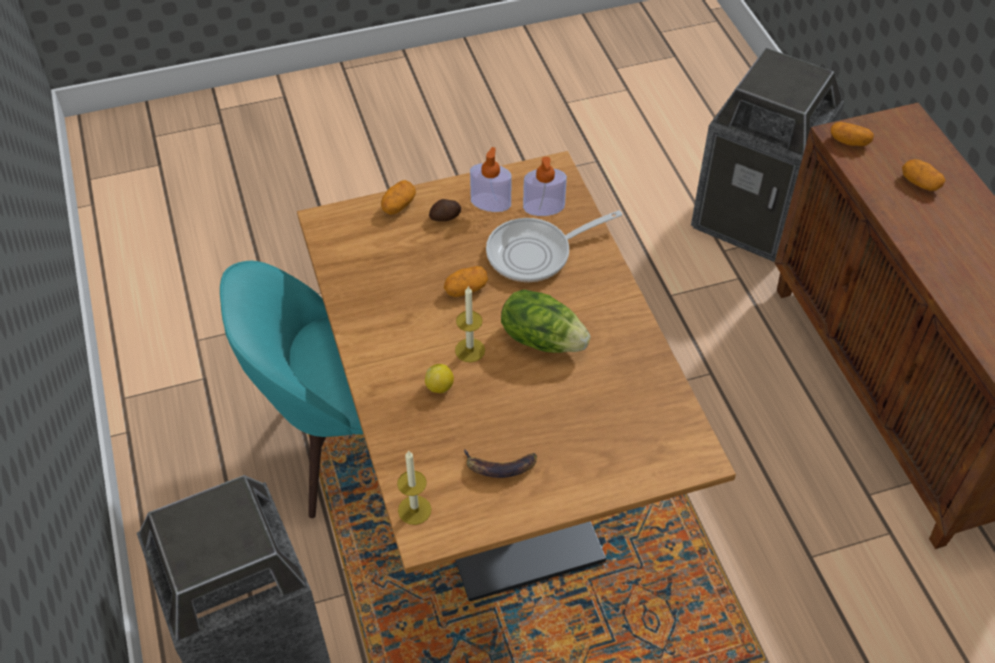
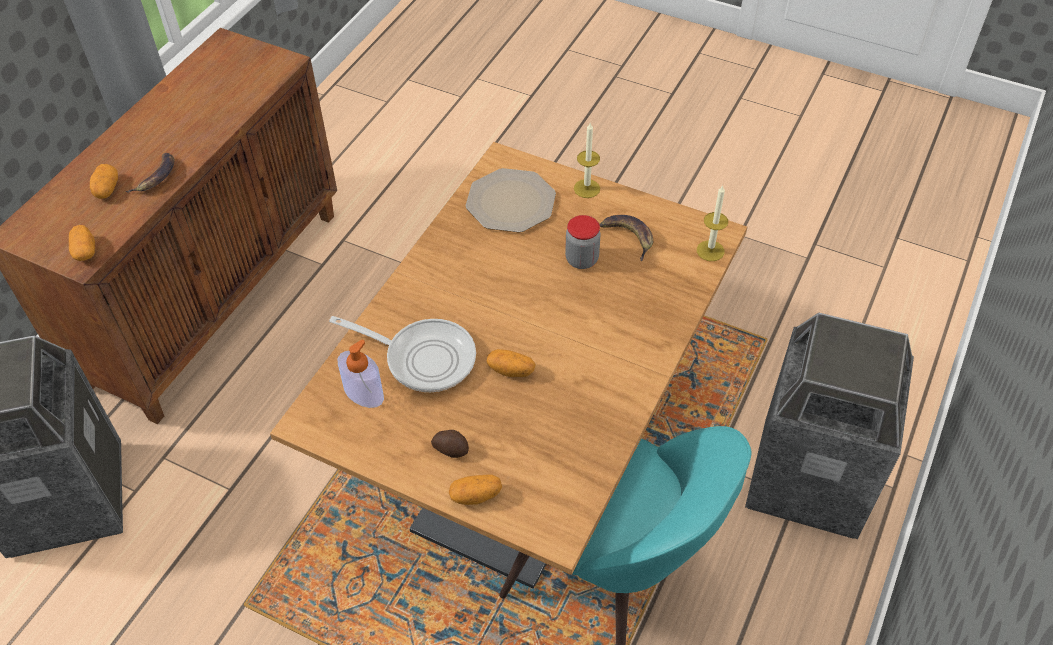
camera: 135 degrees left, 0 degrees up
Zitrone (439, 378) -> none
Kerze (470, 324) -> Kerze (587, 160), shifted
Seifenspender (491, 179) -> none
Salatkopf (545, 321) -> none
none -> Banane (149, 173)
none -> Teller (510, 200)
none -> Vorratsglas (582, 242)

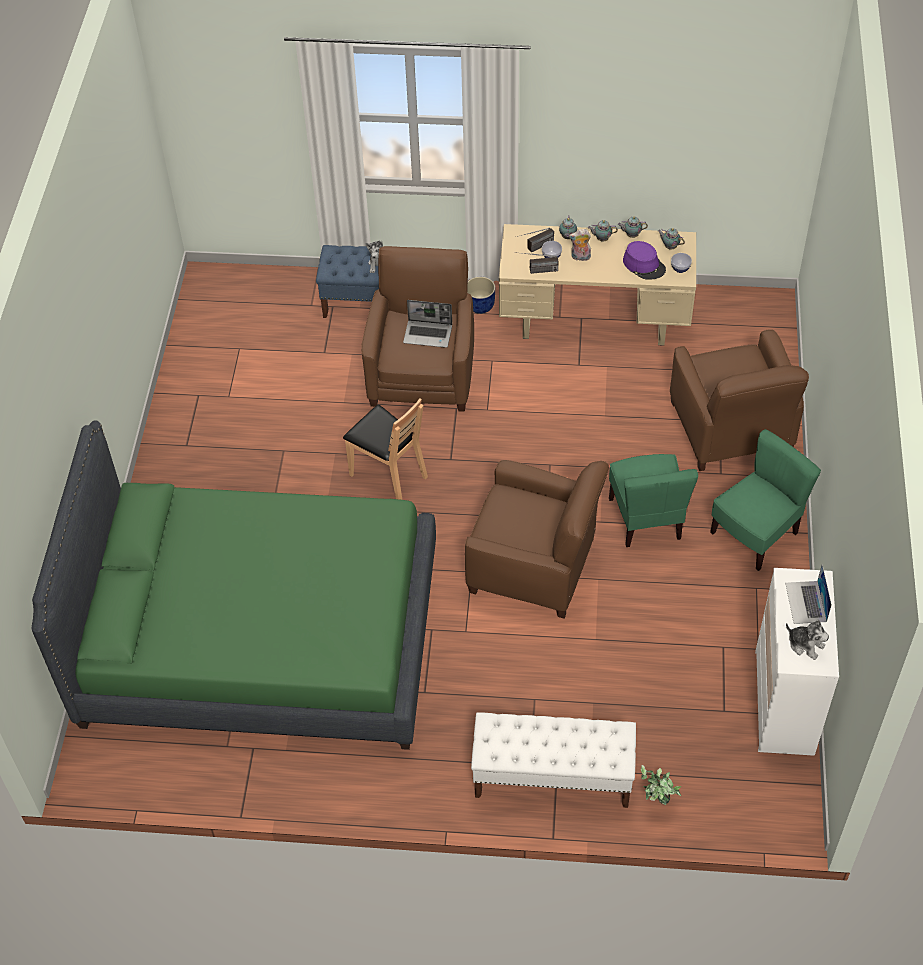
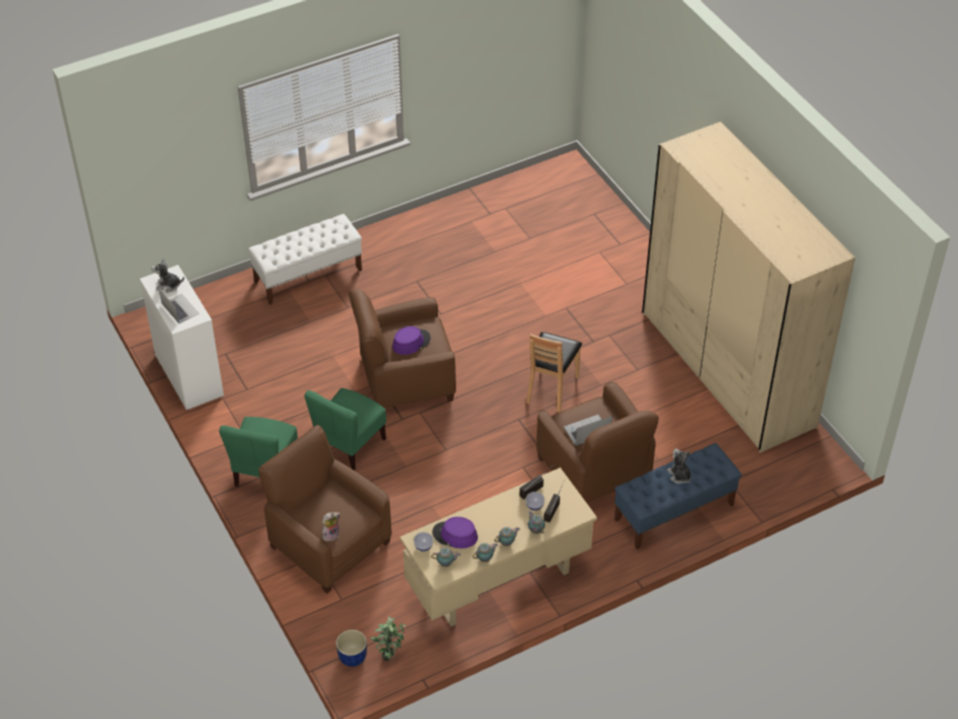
camera: 145 degrees right, 5 degrees down
Bett (grün) (234, 585) -> none
Stuhl (braun) (385, 449) -> Stuhl (braun) (554, 372), 75 degrees counterclockwise
Pflanzkübel (blau) (481, 295) -> Pflanzkübel (blau) (351, 648), shifted
Plüschtier (580, 245) -> Plüschtier (331, 526), shifted
Stuhl (grün) (653, 500) -> Stuhl (grün) (345, 429), 105 degrees counterclockwise
Topfpflanze (661, 785) -> Topfpflanze (388, 638), shifted
none -> Hut (lila) (411, 340)
none -> Kleiderschrank (beige) (748, 287)

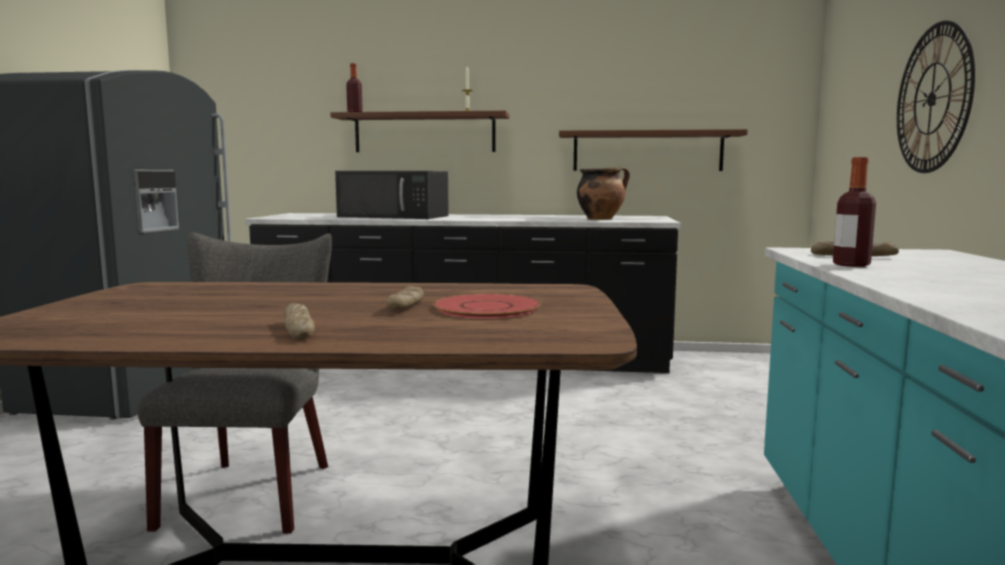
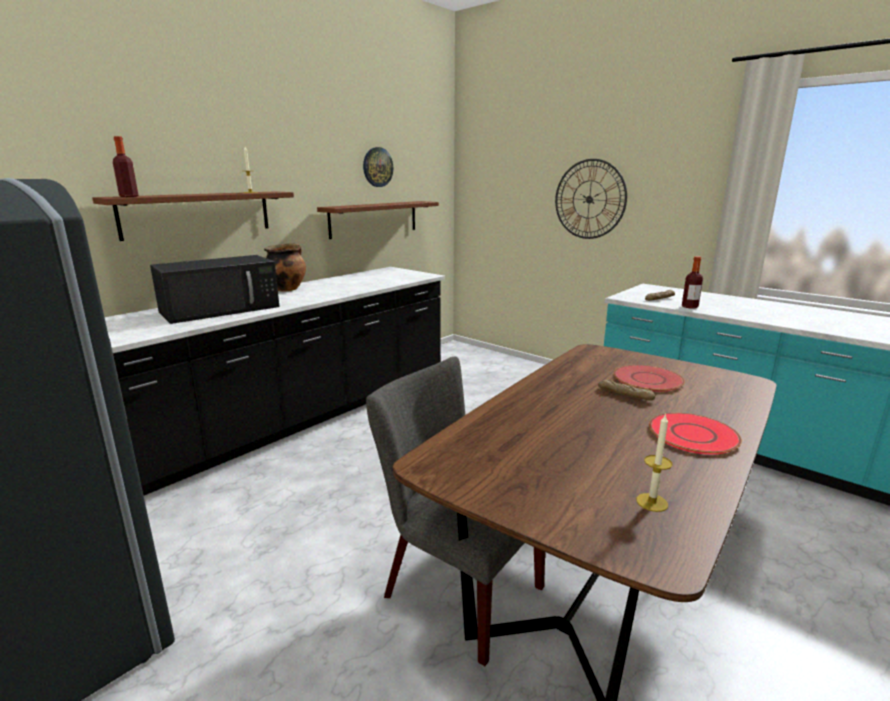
camera: 55 degrees left, 10 degrees up
Brot (299, 321) -> Teller (rot) (695, 434)
Kochtopf (603, 193) -> Kochtopf (285, 267), shifted
none -> Wanduhr (378, 167)
none -> Kerze (654, 462)

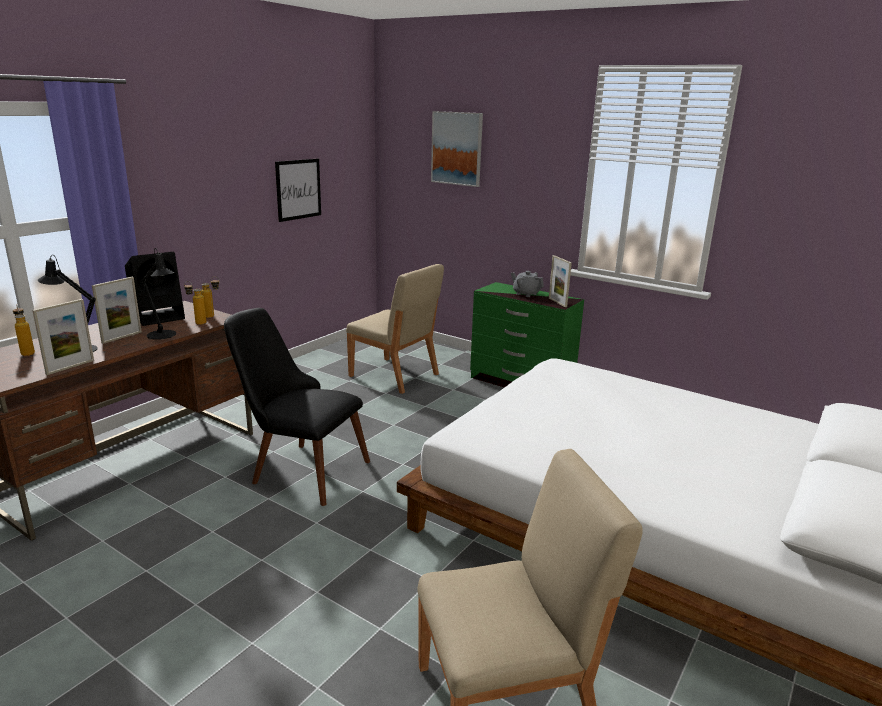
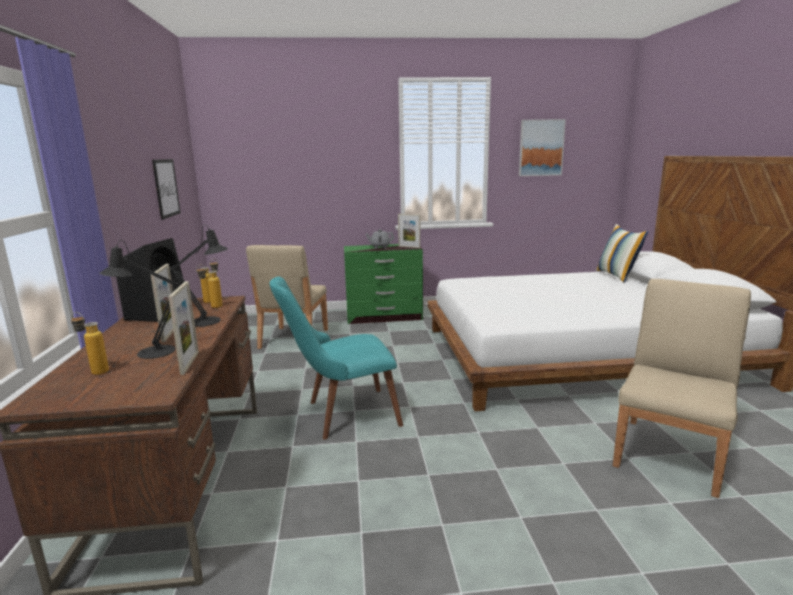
camera: 40 degrees left, 5 degrees down
Stuhl (schwarz) (297, 407) -> Stuhl (türkis) (336, 358)
Stuhl (beige) (395, 329) -> Stuhl (beige) (287, 297), 105 degrees clockwise
Bild (457, 149) -> Bild (542, 147), shifted
none -> Kissen (622, 253)

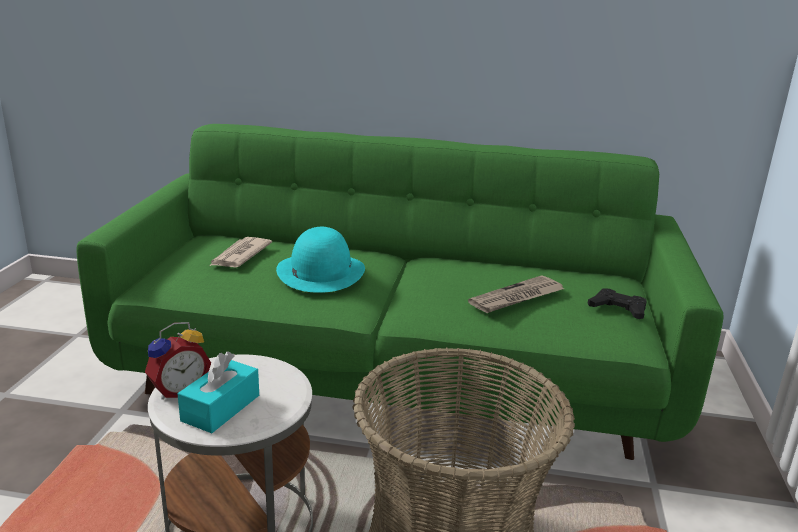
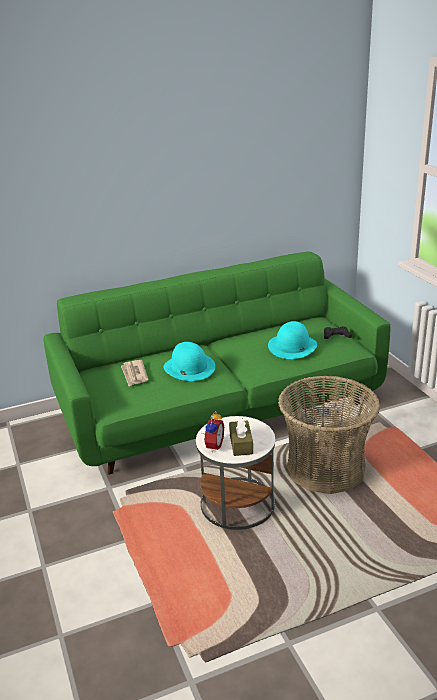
camera: 30 degrees left, 5 degrees up
Taschentuchbox (türkis) (218, 392) -> Taschentuchbox (braun) (241, 436)
Zeitung (516, 294) -> Hut (türkis) (292, 340)

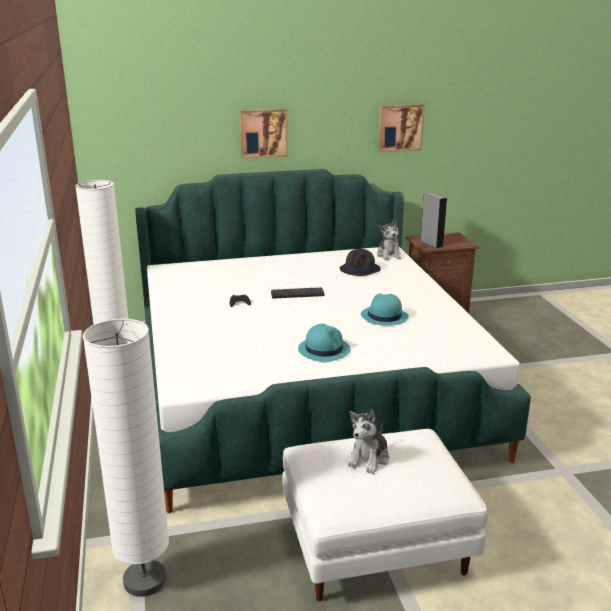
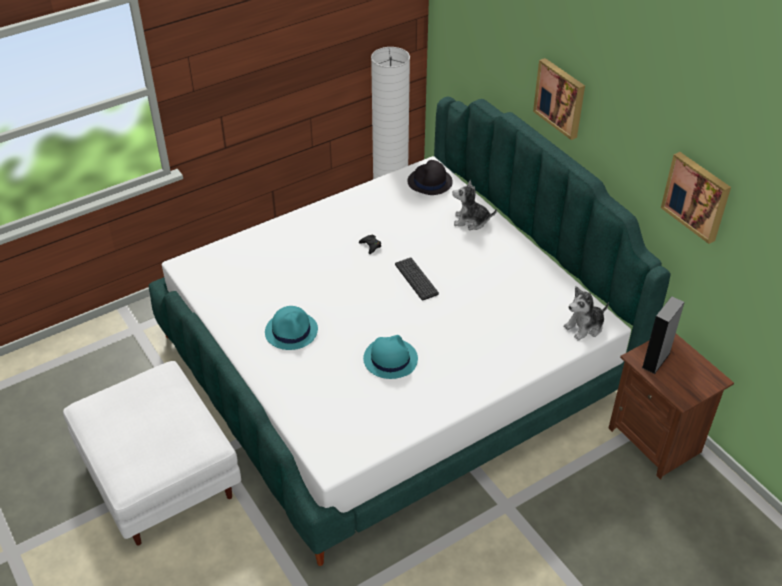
camera: 70 degrees right, 20 degrees up
Stehlampe (weiß) (126, 458) -> none
Hut (schwarz) (360, 262) -> Hut (schwarz) (430, 177), shifted
Plüschtier (368, 442) -> Plüschtier (474, 205), shifted

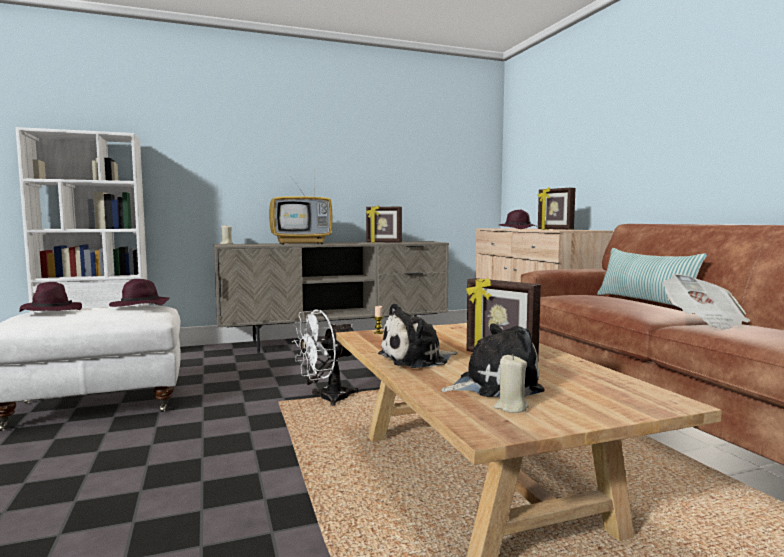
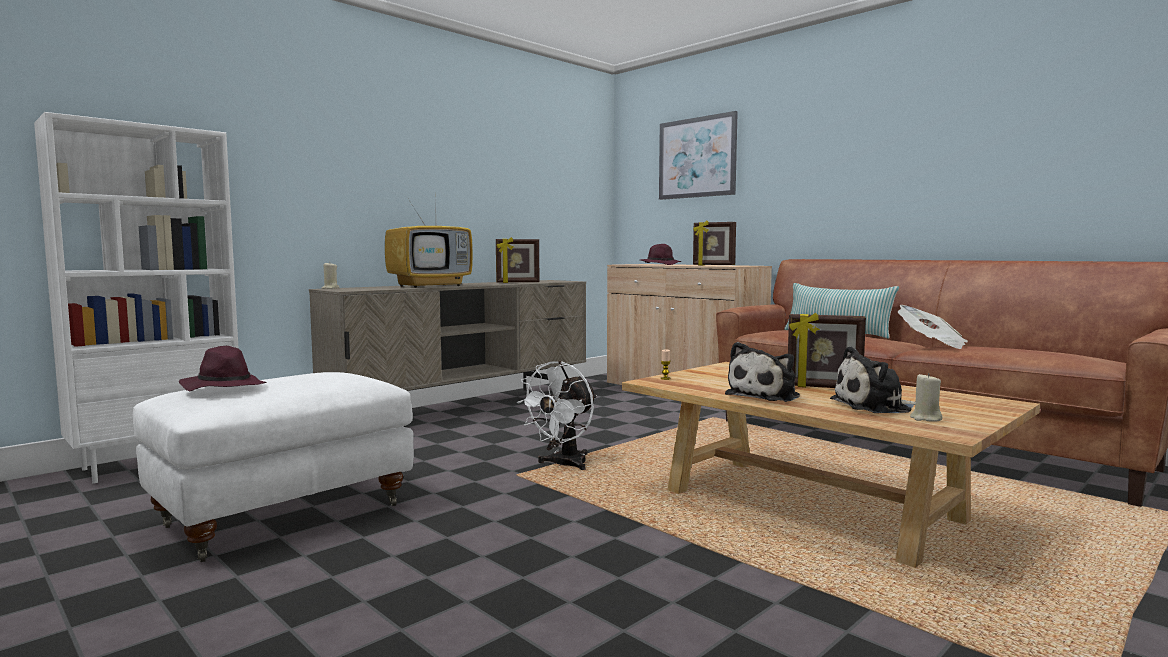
camera: 25 degrees left, 0 degrees up
Hut (lila) (139, 293) -> none
Plüschtier (492, 360) -> Plüschtier (873, 379), 150 degrees counterclockwise
none -> Bild (698, 155)

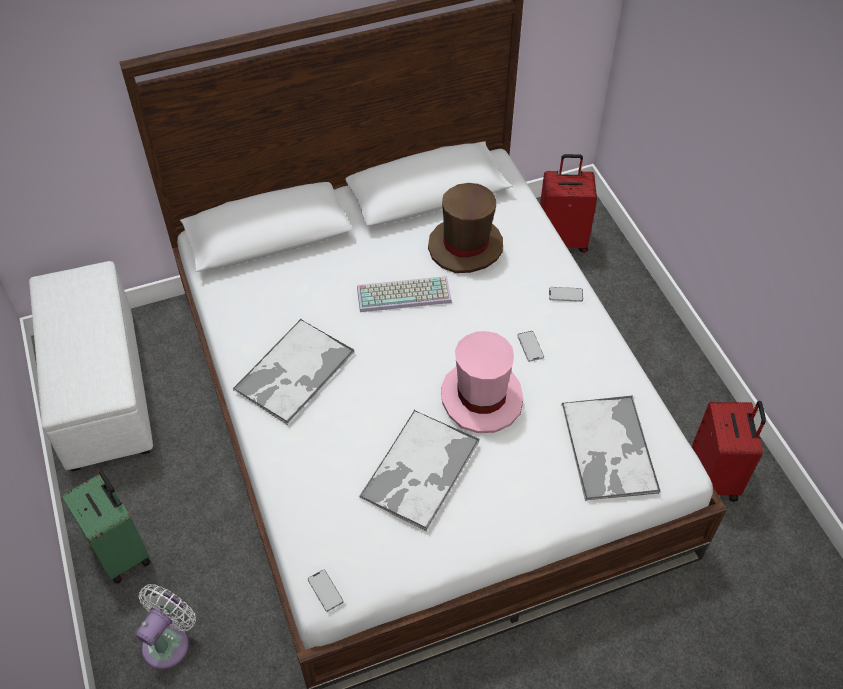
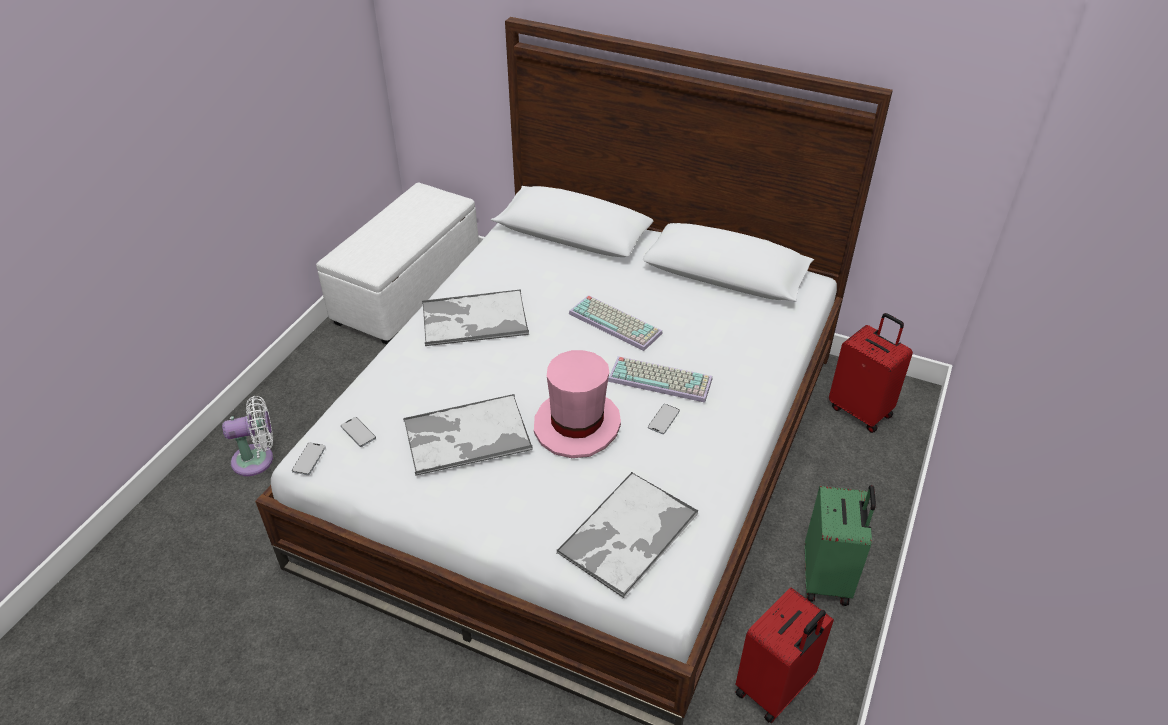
camera: 45 degrees right, 10 degrees down
Koffer (grün) (106, 527) -> Koffer (grün) (840, 545), shifted
Hut (braun) (465, 228) -> none
Handy (566, 294) -> Handy (358, 432), shifted
none -> Tastatur (660, 379)

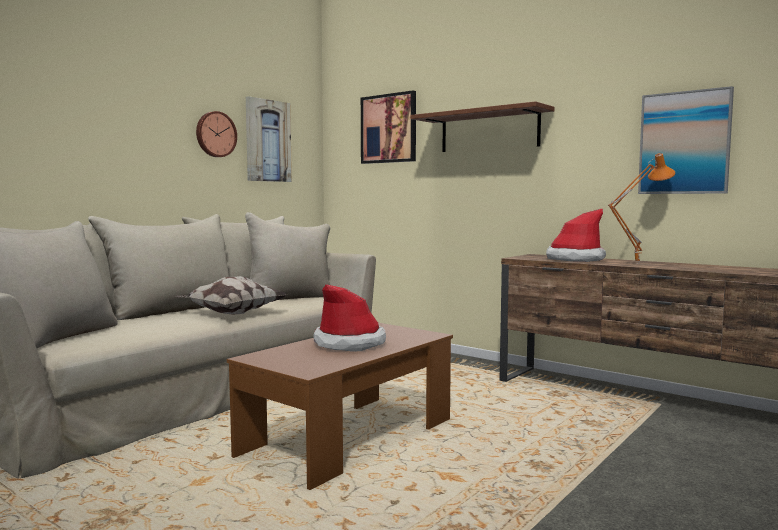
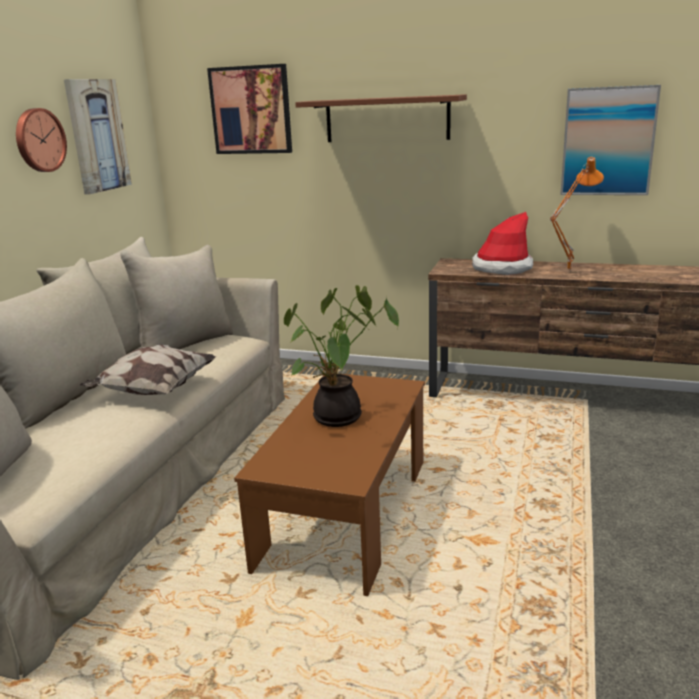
camera: 20 degrees left, 15 degrees up
Hut (349, 318) -> Topfpflanze (341, 356)

